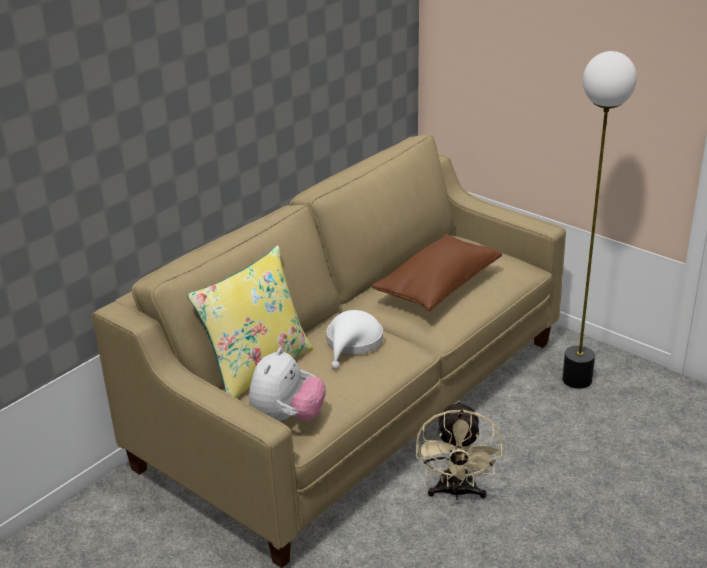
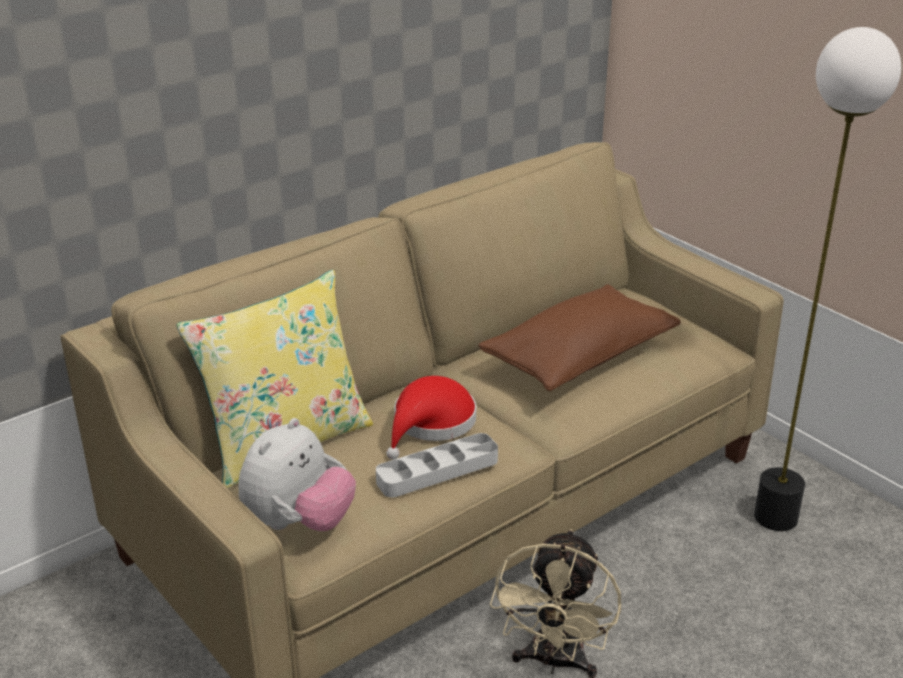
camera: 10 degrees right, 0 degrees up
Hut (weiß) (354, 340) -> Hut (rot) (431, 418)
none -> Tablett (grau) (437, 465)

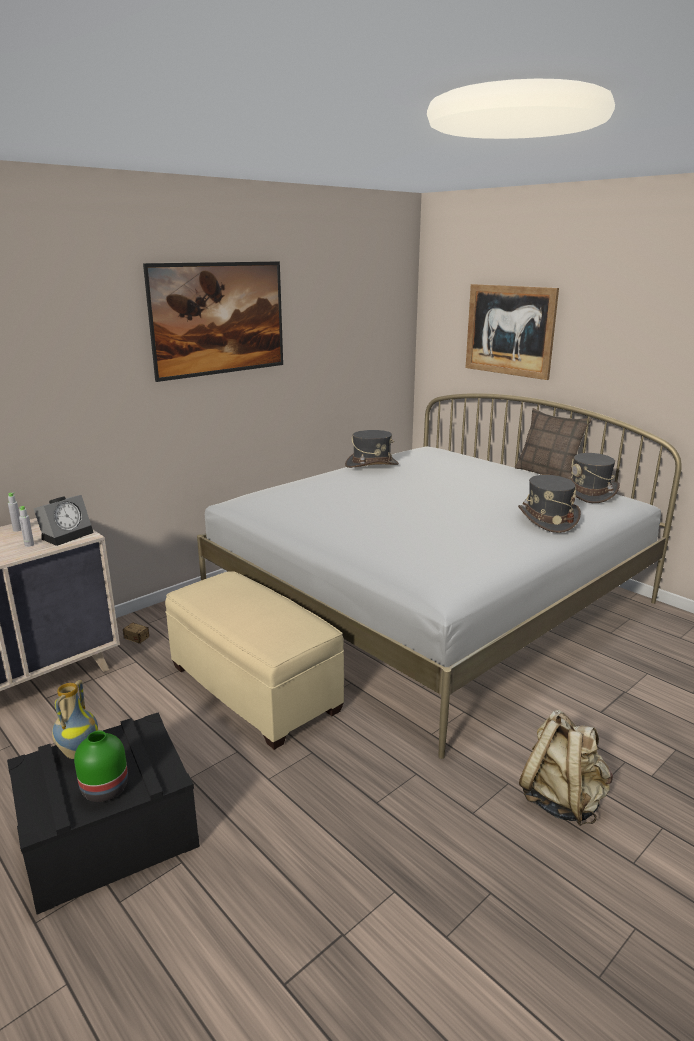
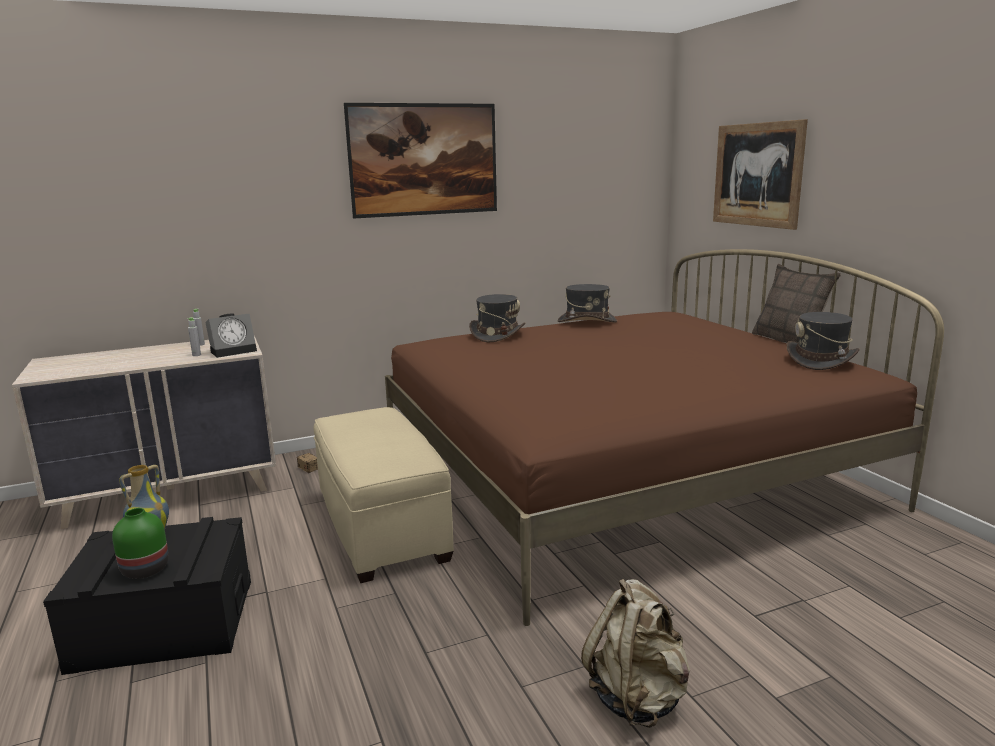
camera: 20 degrees right, 5 degrees down
Bett (weiß) (439, 576) -> Bett (braun) (664, 437)
Hut (grau) (549, 504) -> Hut (grau) (497, 318), shifted

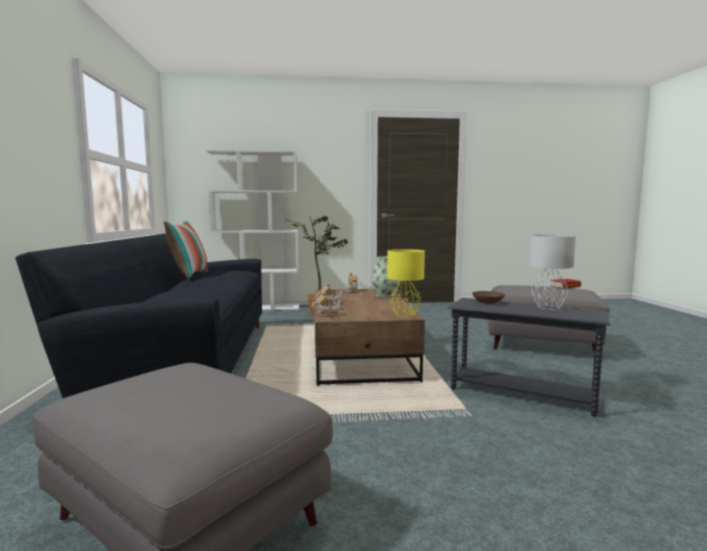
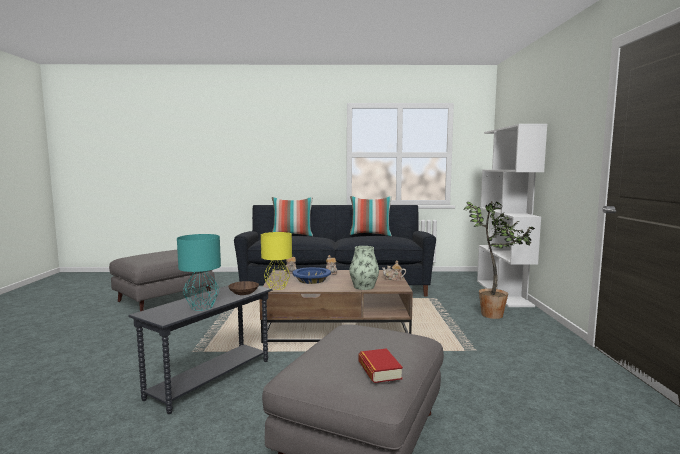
camera: 95 degrees right, 0 degrees up
Tischlampe (grau) (552, 272) -> Tischlampe (türkis) (199, 272)
none -> Kissen (292, 216)
none -> Schüssel (blau) (312, 275)

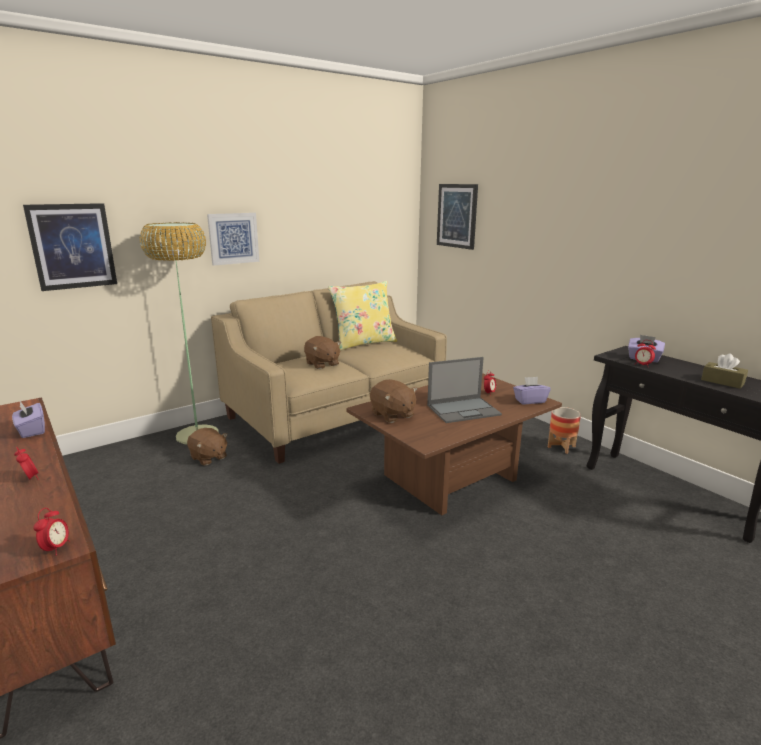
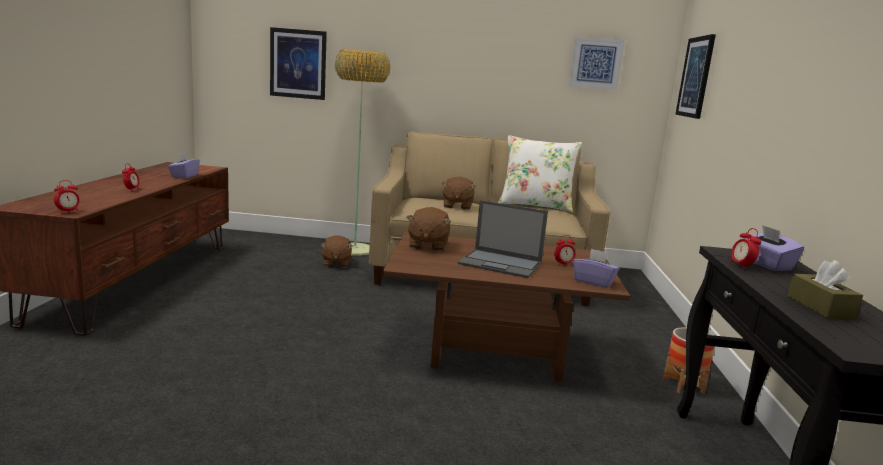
camera: 40 degrees right, 5 degrees down
Bild (233, 239) -> Bild (597, 63), shifted
Kissen (gelb) (362, 315) -> Kissen (weiß) (540, 174)

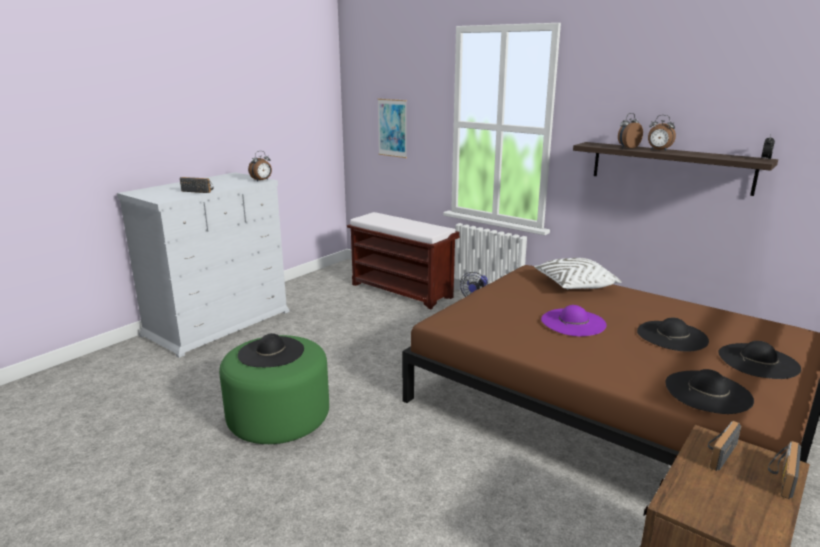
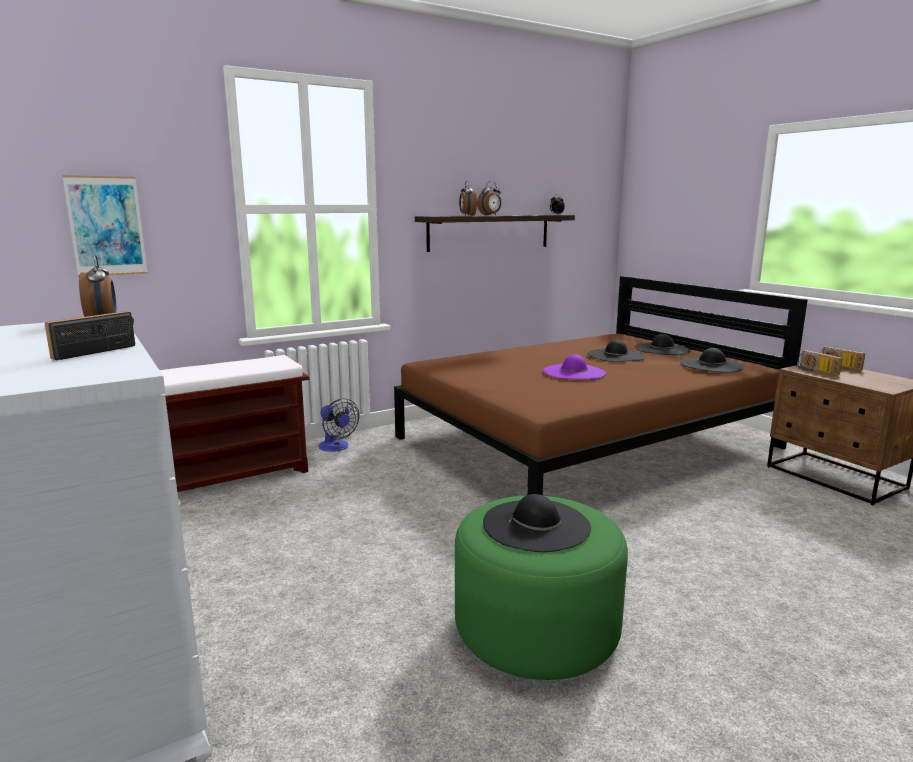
camera: 70 degrees left, 5 degrees down
Kissen (weiß) (578, 273) -> none

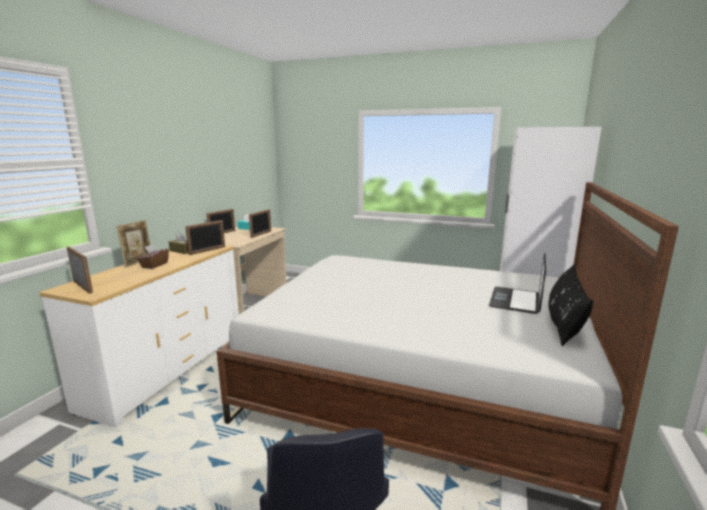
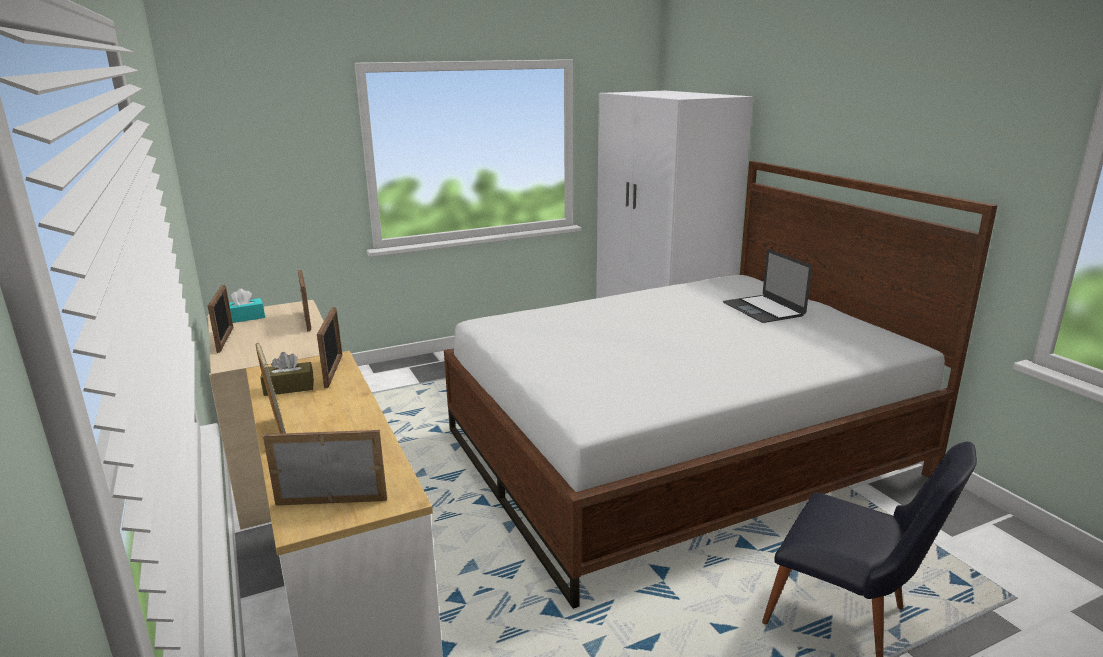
camera: 45 degrees left, 5 degrees up
Taschentuchbox (braun) (153, 256) -> none
Kissen (schwarz) (570, 305) -> none

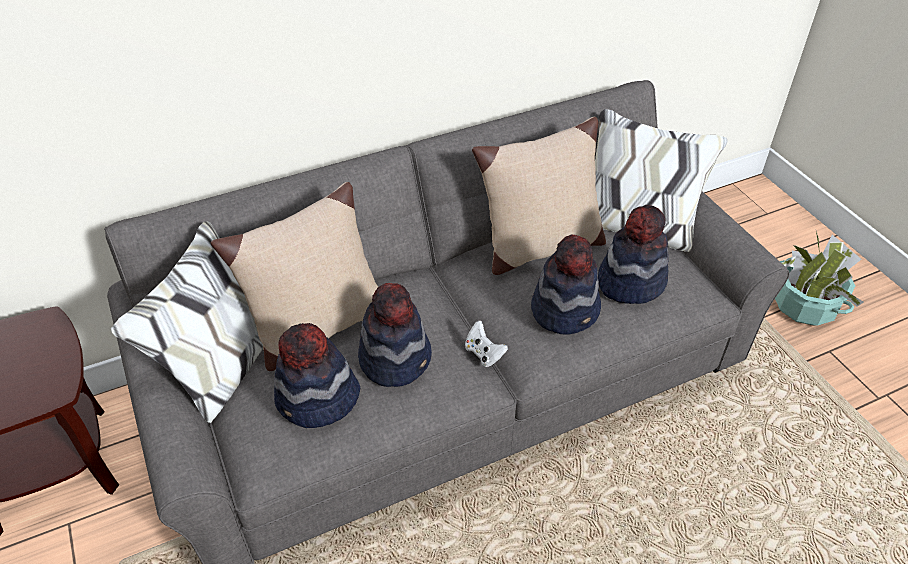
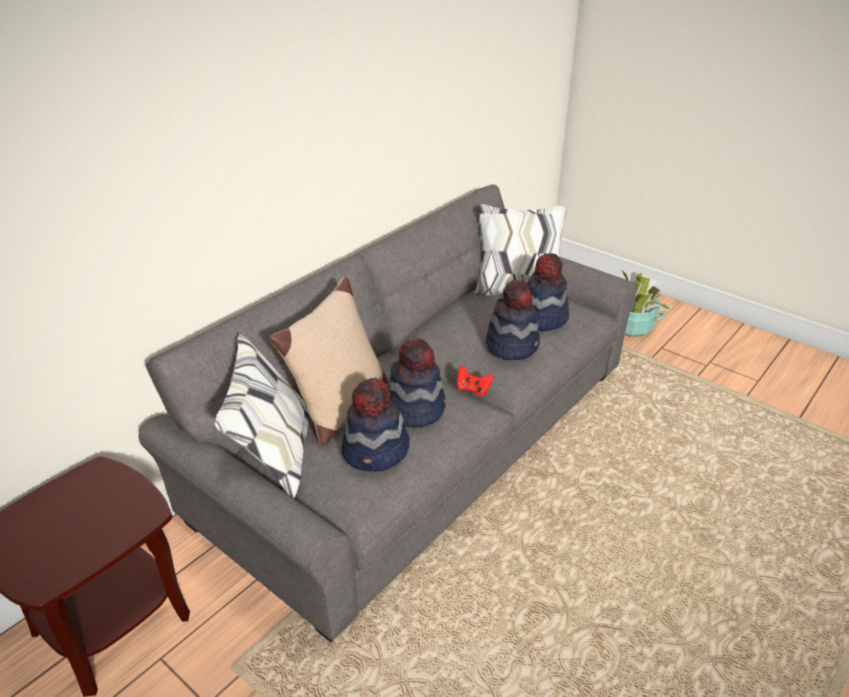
camera: 25 degrees left, 10 degrees down
Gamepad (weiß) (486, 344) -> Gamepad (rot) (475, 381)
Kissen (beige) (539, 196) -> none

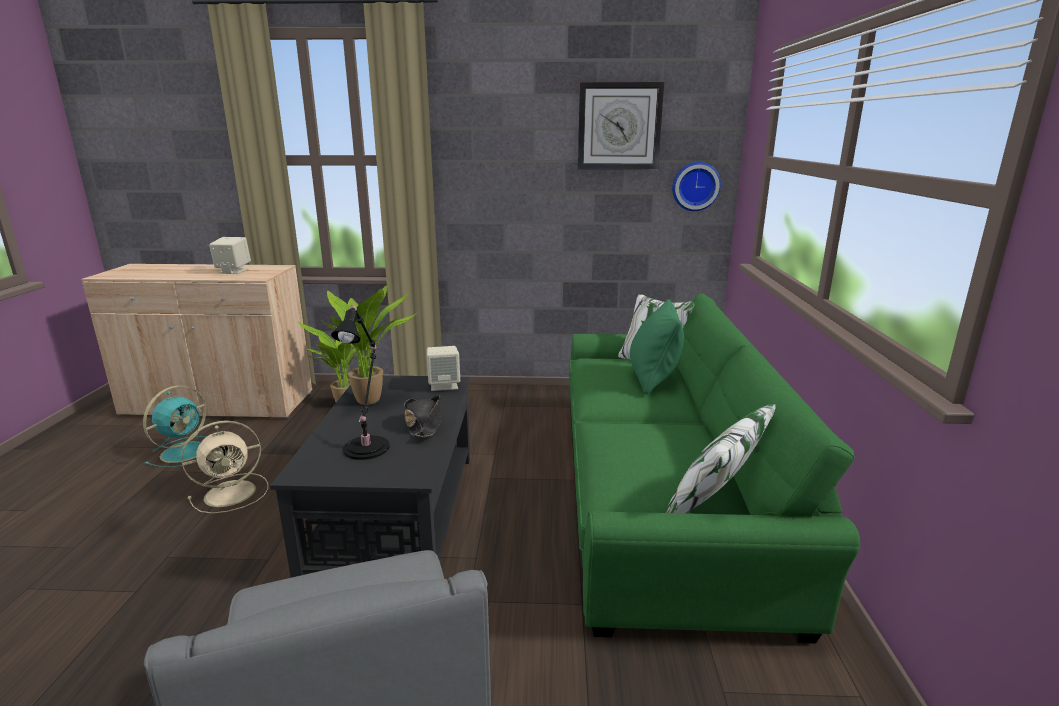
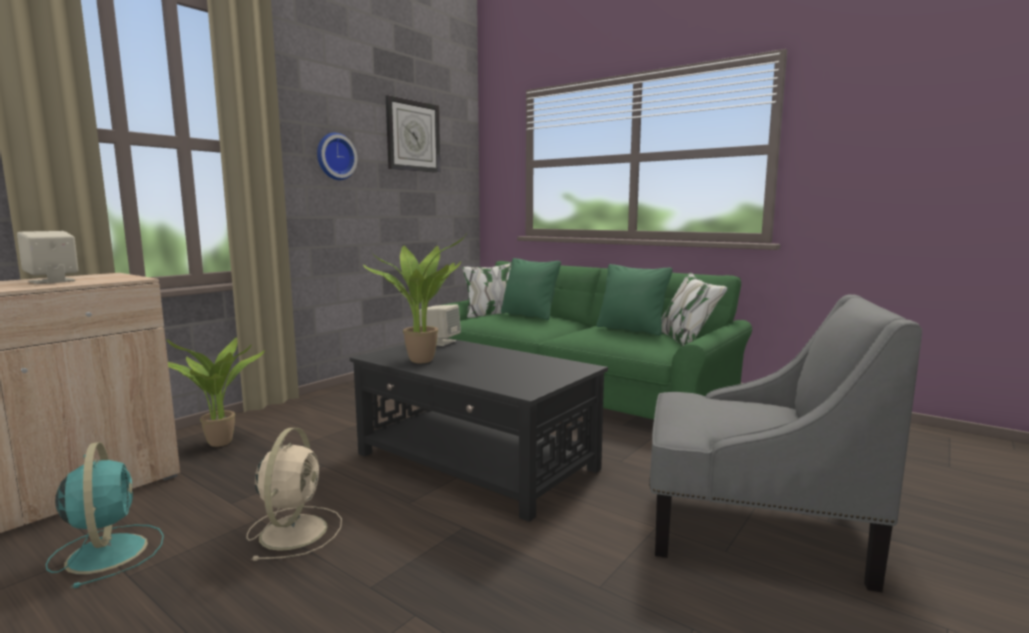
camera: 55 degrees left, 10 degrees down
Tischlampe (schwarz) (360, 382) -> none
Hut (schwarz) (422, 416) -> none
Wanduhr (696, 186) -> Wanduhr (337, 156), shifted
none -> Kissen (grün) (634, 300)

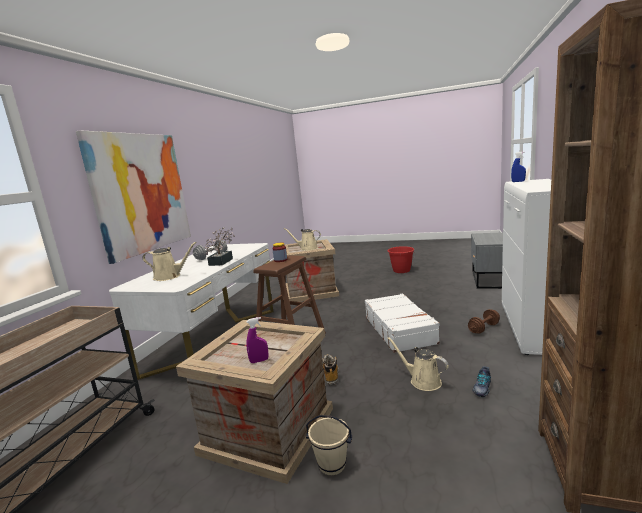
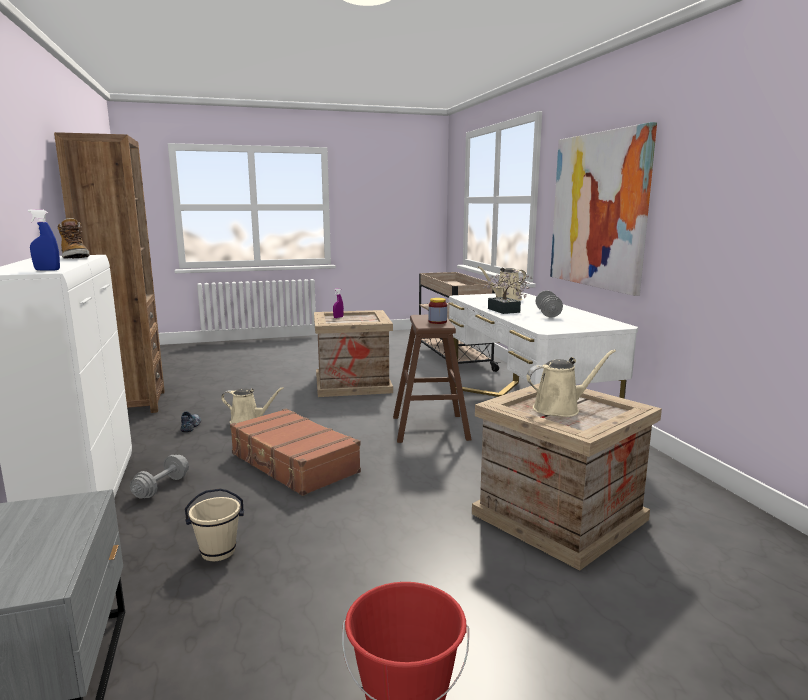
camera: 145 degrees right, 0 degrees up
Eimer (beige) (329, 445) -> Eimer (beige) (214, 525), shifted
Stiefel (330, 369) -> Stiefel (73, 238), shifted
Koffer (weiß) (402, 323) -> Koffer (braun) (295, 452)
Hantel (braun) (484, 321) -> Hantel (grau) (159, 476)

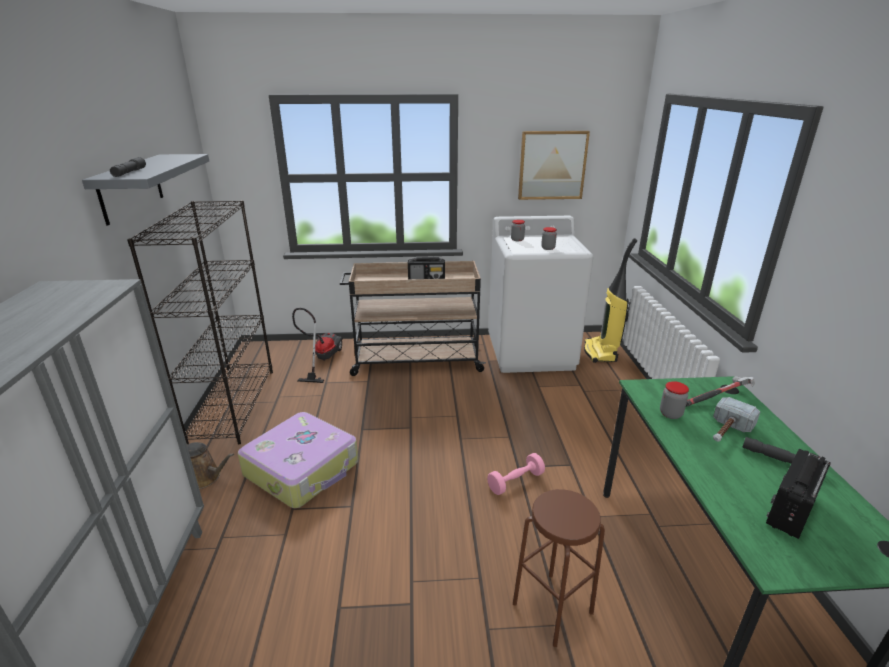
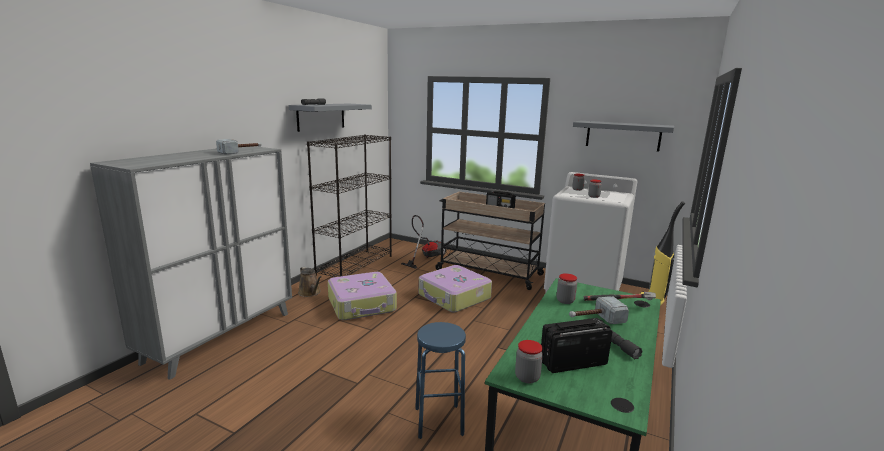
camera: 30 degrees right, 10 degrees down
Hantel (rosa) (516, 474) -> none
Hocker (braun) (559, 568) -> Hocker (blau) (440, 380)
Bild (554, 165) -> Wandregal (grau) (623, 136)
none -> Hammer (239, 147)
none -> Koffer (455, 289)
none -> Vorratsglas (529, 362)

